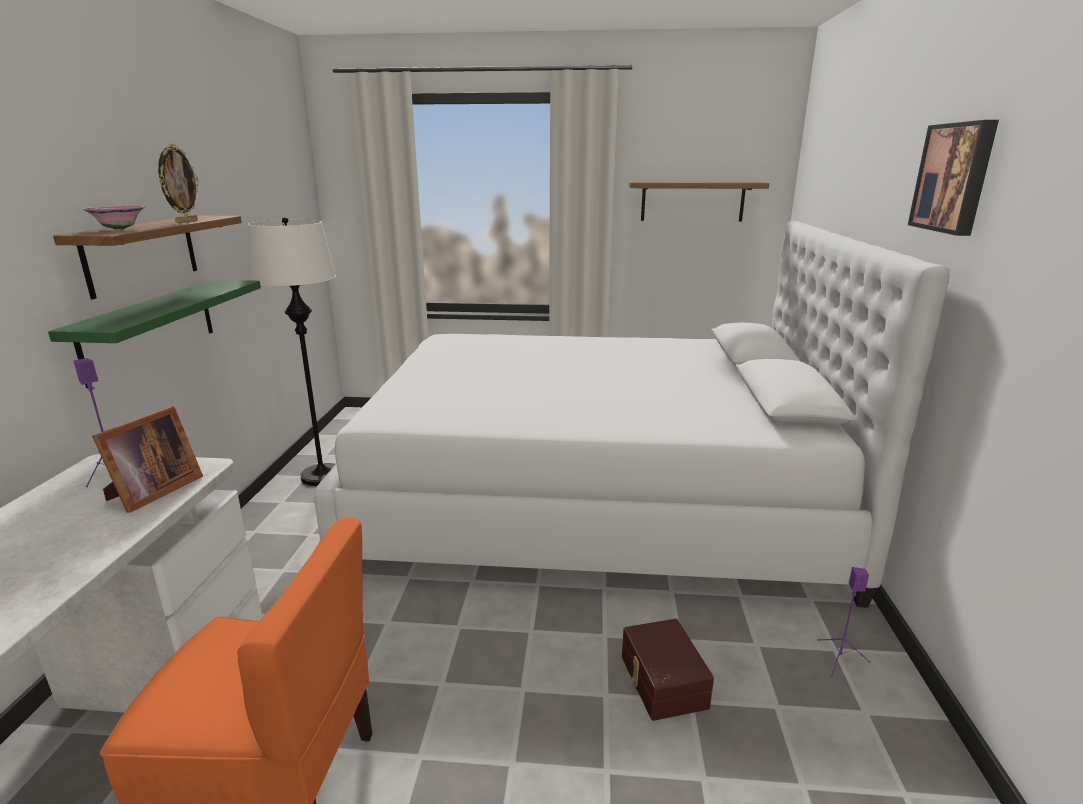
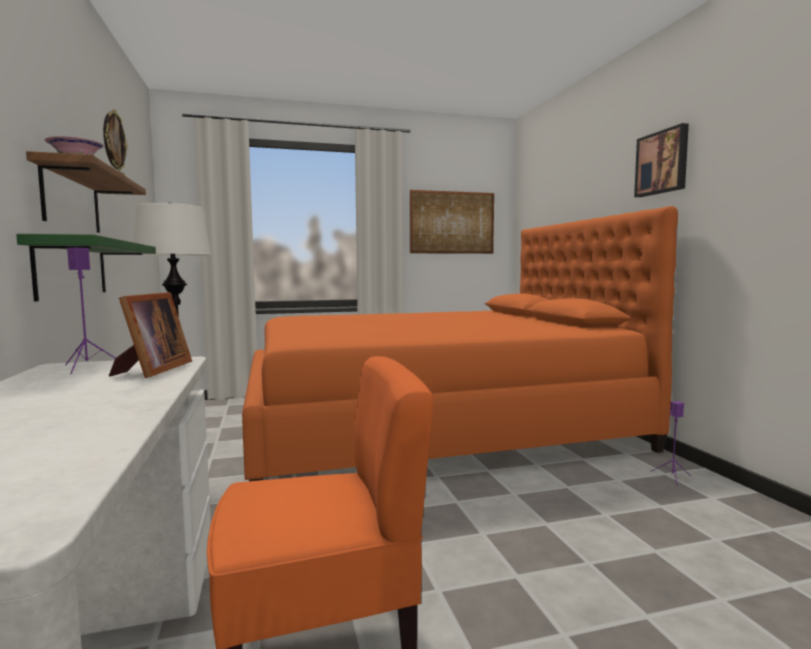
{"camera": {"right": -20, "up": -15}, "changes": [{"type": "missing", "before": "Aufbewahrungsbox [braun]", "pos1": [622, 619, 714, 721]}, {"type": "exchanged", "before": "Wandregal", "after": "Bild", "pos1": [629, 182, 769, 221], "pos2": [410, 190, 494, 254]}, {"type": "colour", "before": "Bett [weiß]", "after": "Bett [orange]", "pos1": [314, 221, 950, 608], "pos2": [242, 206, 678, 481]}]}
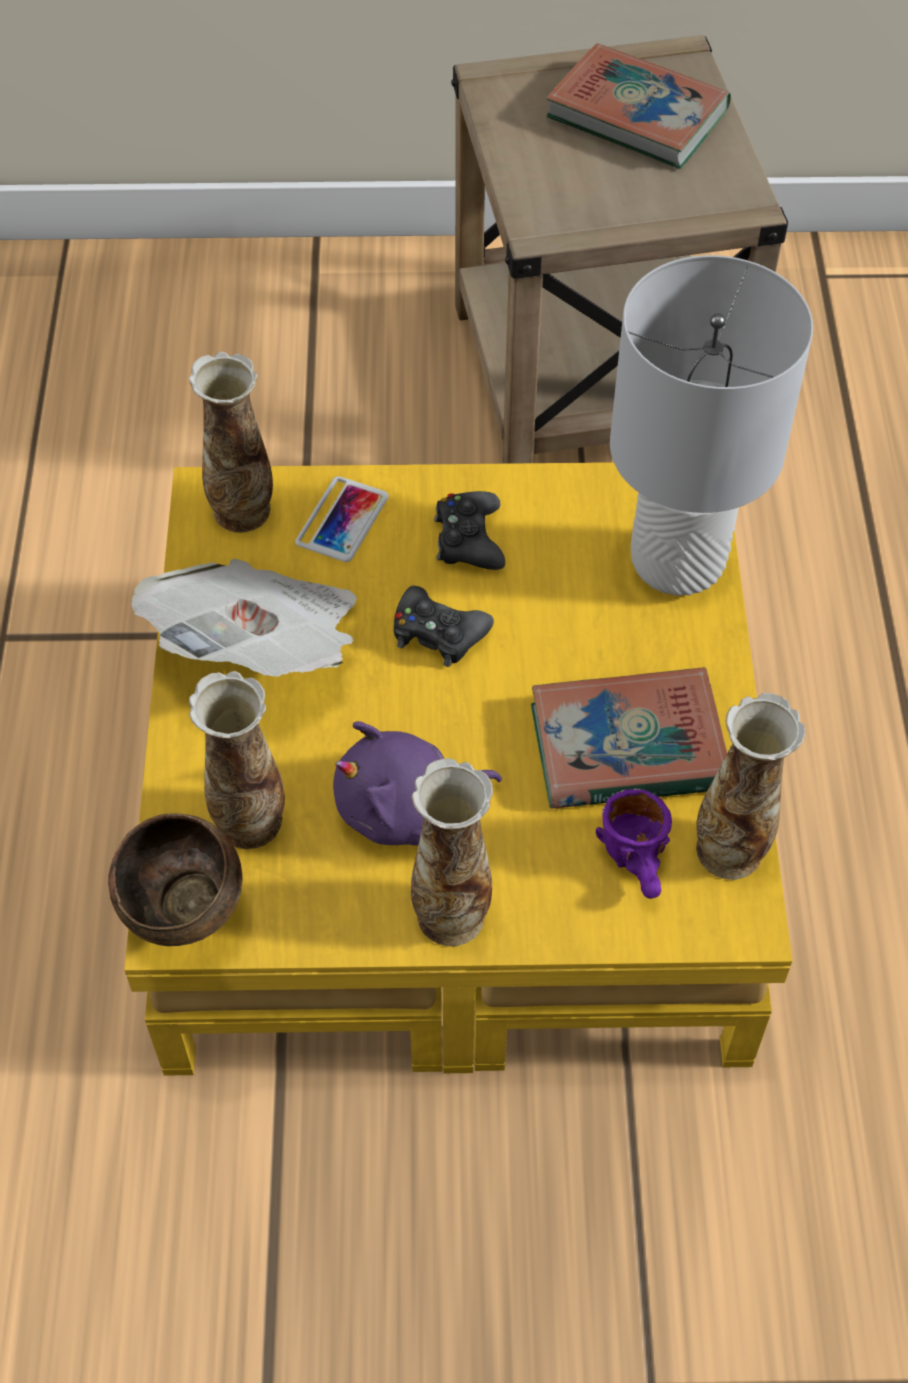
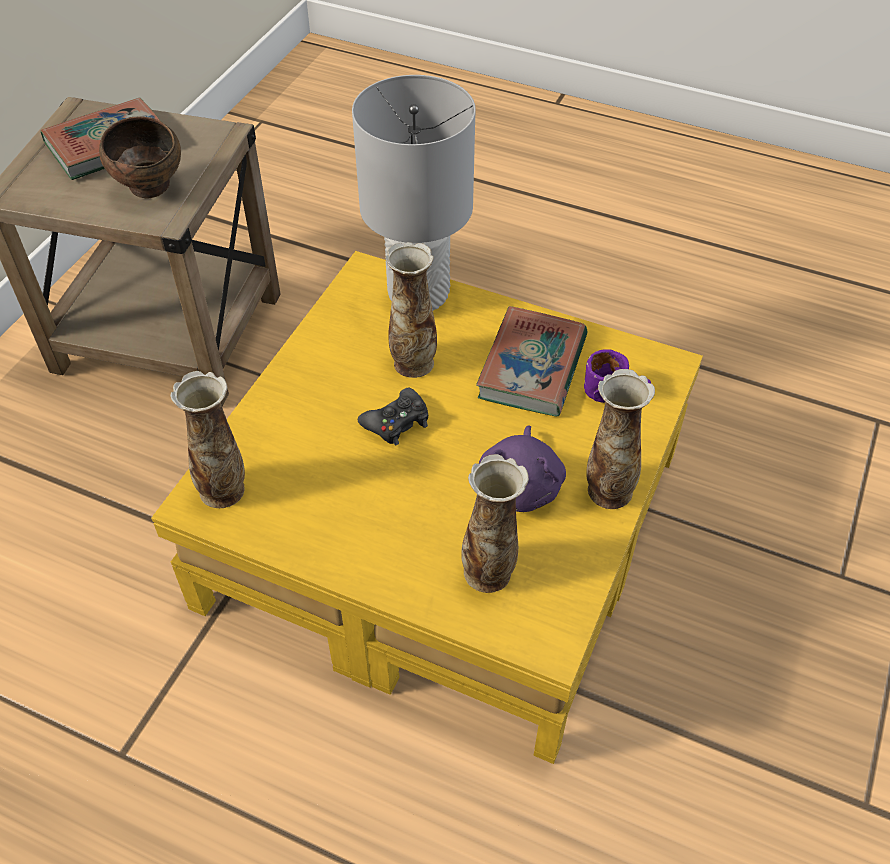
{"camera": {"right": -65, "up": -5}, "changes": [{"type": "missing", "before": "Zeitung", "pos1": [131, 559, 357, 677]}, {"type": "missing", "before": "Handy", "pos1": [295, 476, 389, 562]}, {"type": "missing", "before": "Gamepad [schwarz]", "pos1": [434, 491, 505, 570]}, {"type": "relocated", "before": "Schüssel [braun]", "pos1": [108, 813, 242, 946], "pos2": [99, 116, 181, 199]}, {"type": "relocated", "before": "Vase", "pos1": [696, 693, 806, 880], "pos2": [385, 242, 437, 378]}]}
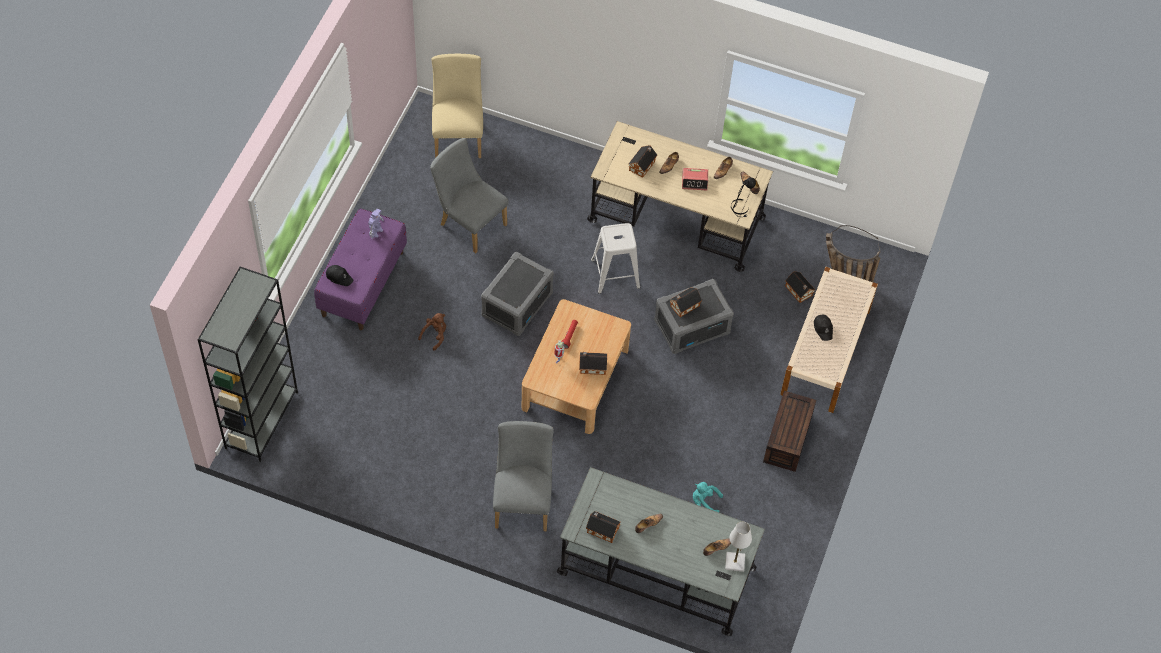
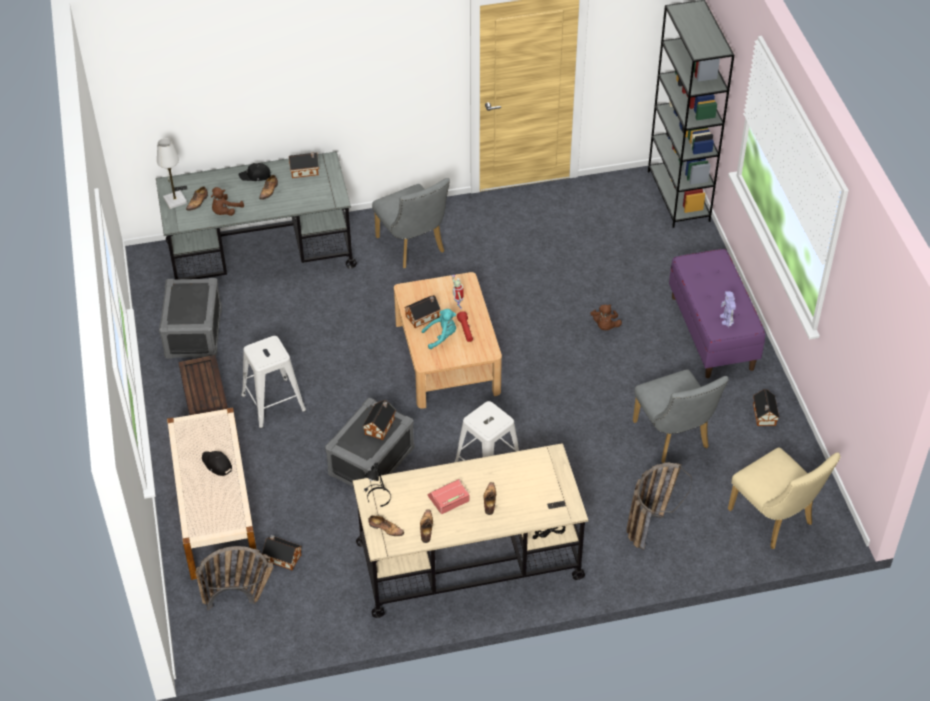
{"camera": {"right": 150, "up": -10}, "changes": [{"type": "appeared", "after": "Plüschtier [braun]", "pos2": [211, 187, 244, 216]}, {"type": "appeared", "after": "Hocker [weiß]", "pos2": [241, 336, 306, 428]}, {"type": "appeared", "after": "Korb", "pos2": [627, 462, 692, 550]}, {"type": "relocated", "before": "Kappe [schwarz]", "pos1": [326, 265, 353, 286], "pos2": [239, 163, 271, 181]}, {"type": "relocated", "before": "Aufbewahrungsbox [grau]", "pos1": [481, 252, 554, 336], "pos2": [159, 278, 222, 359]}, {"type": "relocated", "before": "Spielzeughaus", "pos1": [629, 145, 657, 178], "pos2": [753, 389, 779, 426]}, {"type": "relocated", "before": "Plüschtier [türkis]", "pos1": [693, 482, 723, 512], "pos2": [422, 309, 456, 349]}, {"type": "spun", "before": "Stuhl [grau]", "pos1": [430, 138, 508, 254], "pos2": [633, 369, 729, 463], "turn": 60}]}
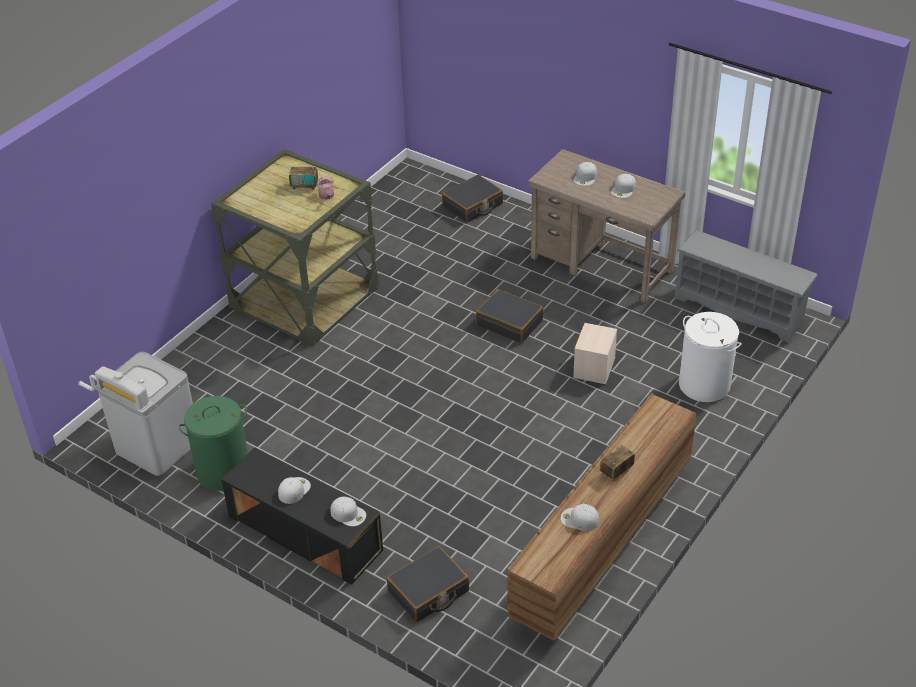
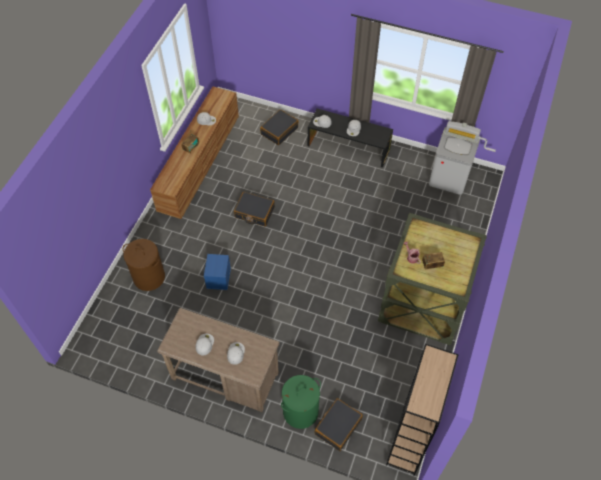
{"camera": {"right": 165, "up": 15}, "changes": [{"type": "missing", "before": "Schuhregal [grau]", "pos1": [675, 230, 818, 343]}, {"type": "appeared", "after": "Bücherregal [beige]", "pos2": [386, 344, 459, 476]}, {"type": "relocated", "before": "Wäschekorb [grün]", "pos1": [179, 396, 248, 491], "pos2": [281, 375, 321, 429]}, {"type": "relocated", "before": "Koffer [schwarz]", "pos1": [476, 289, 544, 343], "pos2": [234, 192, 275, 227]}, {"type": "colour", "before": "Aufbewahrungsbox [beige]", "after": "Aufbewahrungsbox [blau]", "pos1": [573, 323, 617, 384], "pos2": [204, 254, 231, 290]}, {"type": "colour", "before": "Wäschekorb [weiß]", "after": "Wäschekorb [braun]", "pos1": [679, 312, 742, 402], "pos2": [123, 239, 165, 291]}]}
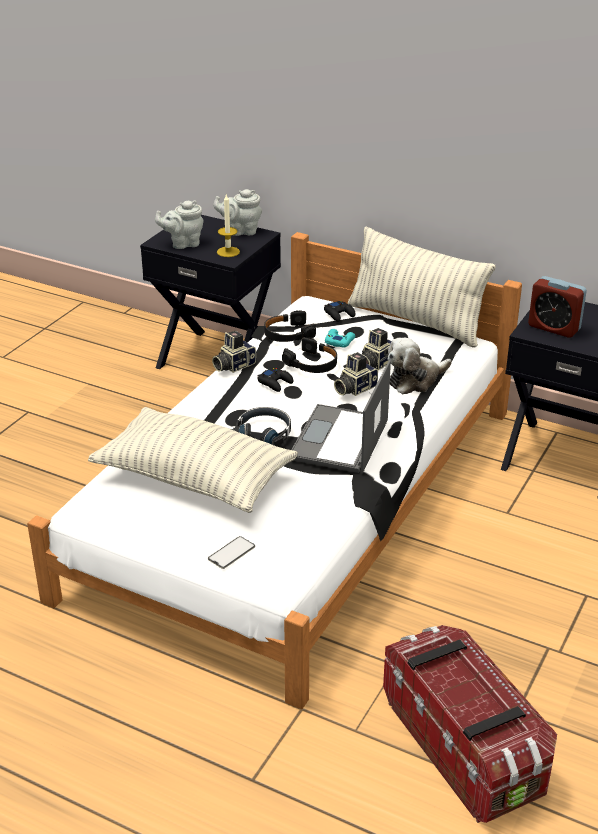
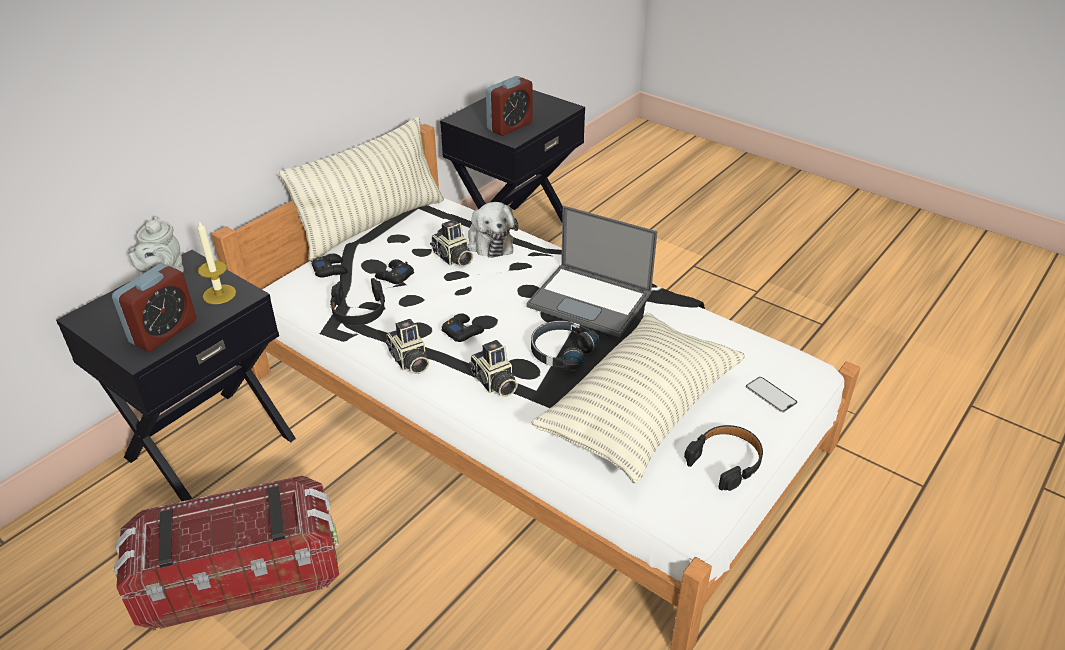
{"camera": {"right": -80, "up": 5}, "changes": [{"type": "relocated", "before": "Kopfhörer [schwarz]", "pos1": [282, 337, 337, 373], "pos2": [684, 425, 763, 491]}, {"type": "relocated", "before": "Kamera", "pos1": [334, 353, 378, 396], "pos2": [469, 340, 518, 397]}, {"type": "relocated", "before": "Aufbewahrungsbox", "pos1": [383, 625, 557, 823], "pos2": [114, 476, 339, 631]}, {"type": "exchanged", "before": "Teekanne [grau]", "after": "Wecker", "pos1": [155, 201, 204, 249], "pos2": [112, 264, 196, 352]}, {"type": "colour", "before": "Gamepad [türkis]", "after": "Gamepad [schwarz]", "pos1": [325, 329, 355, 347], "pos2": [375, 259, 414, 284]}]}
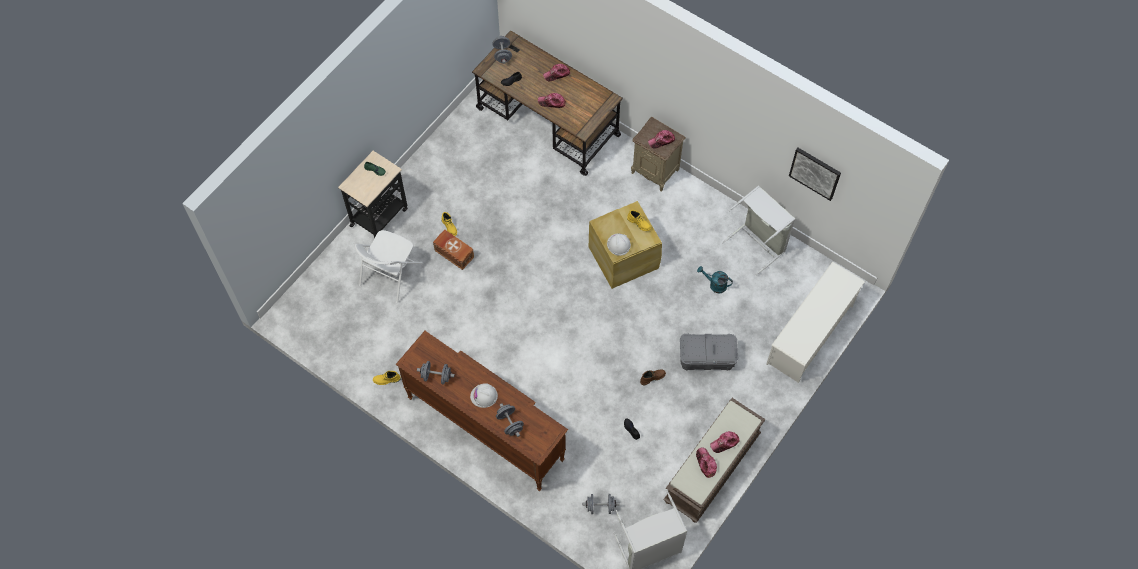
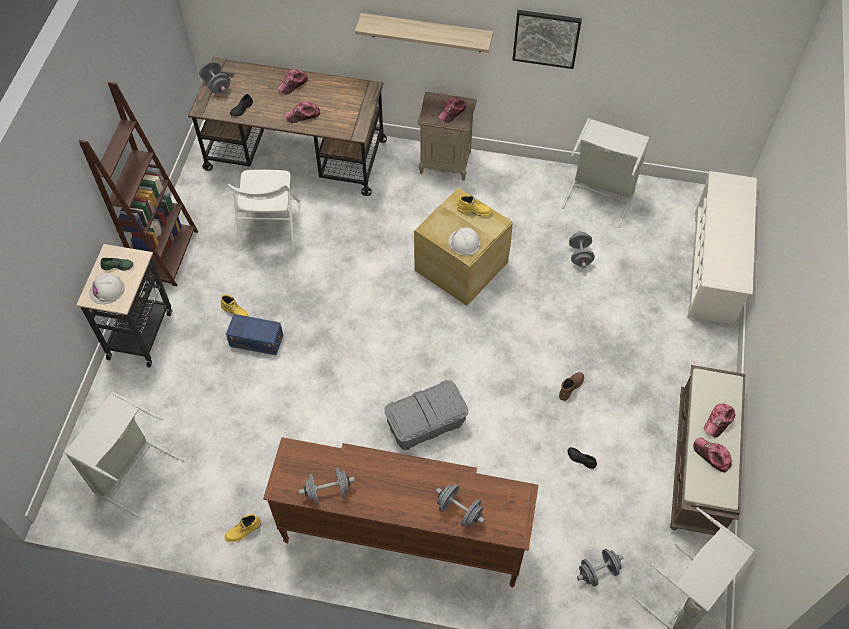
{"camera": {"right": -25, "up": -5}, "changes": [{"type": "appeared", "after": "Wäschekorb [grau]", "pos2": [64, 391, 184, 519]}, {"type": "appeared", "after": "Bücherregal [braun]", "pos2": [79, 82, 198, 286]}, {"type": "appeared", "after": "Wandregal", "pos2": [355, 13, 493, 53]}, {"type": "relocated", "before": "Stuhl [weiß]", "pos1": [355, 230, 423, 303], "pos2": [227, 170, 300, 250]}, {"type": "relocated", "before": "Schutzhelm [weiß]", "pos1": [470, 383, 498, 408], "pos2": [89, 273, 125, 304]}, {"type": "relocated", "before": "Aufbewahrungsbox [grau]", "pos1": [680, 334, 738, 371], "pos2": [385, 380, 468, 450]}, {"type": "relocated", "before": "Bild", "pos1": [789, 148, 841, 201], "pos2": [513, 10, 582, 69]}, {"type": "exchanged", "before": "Gießkanne [türkis]", "after": "Hantel [grau]", "pos1": [697, 266, 733, 293], "pos2": [569, 231, 595, 268]}, {"type": "colour", "before": "Aufbewahrungsbox [braun]", "after": "Aufbewahrungsbox [blau]", "pos1": [433, 229, 474, 270], "pos2": [226, 314, 283, 355]}]}
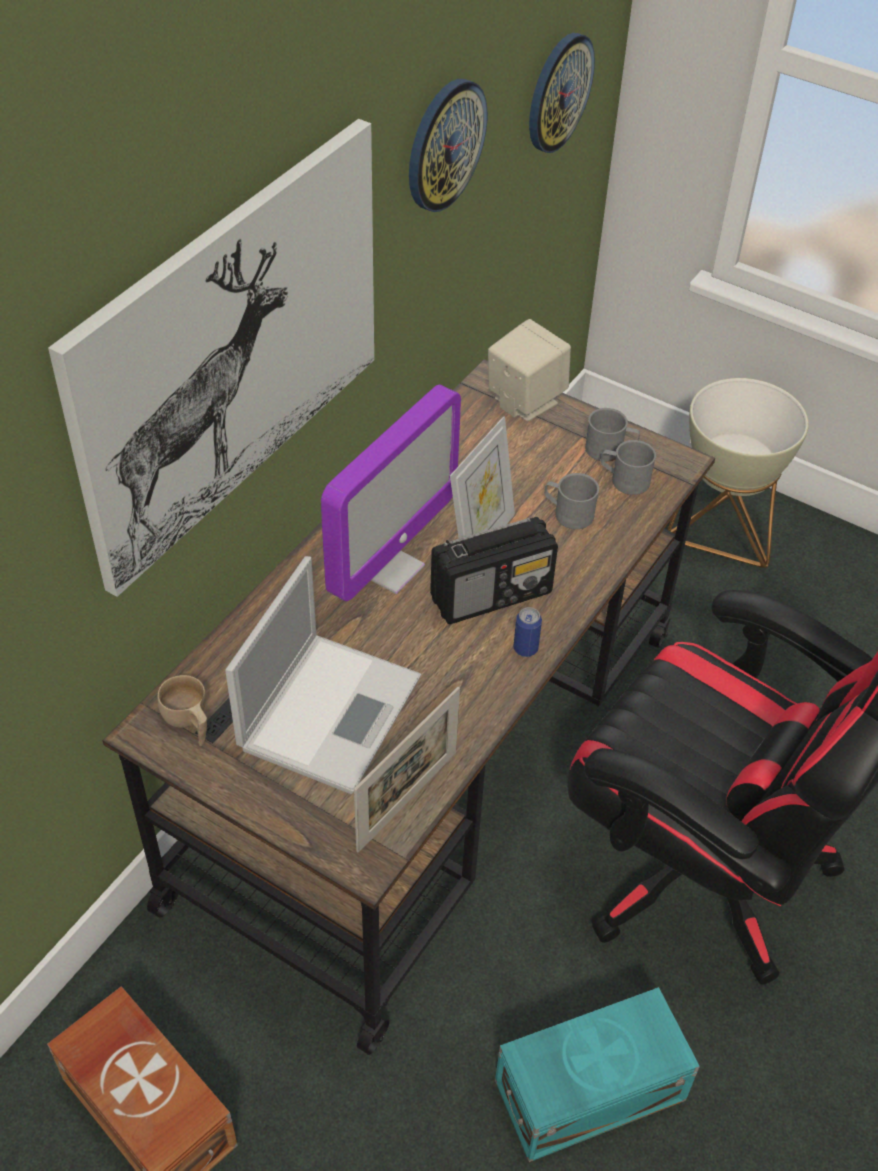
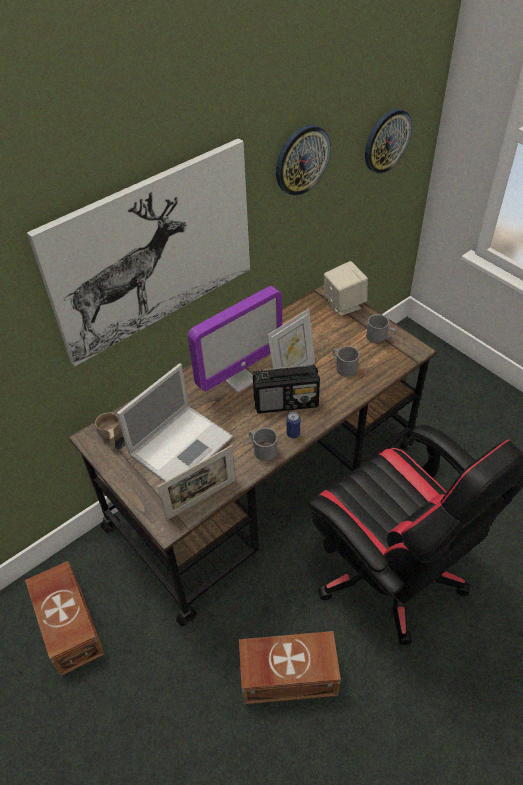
{"camera": {"right": 20, "up": 0}, "changes": [{"type": "missing", "before": "Pflanzkübel", "pos1": [668, 378, 809, 568]}, {"type": "relocated", "before": "Henkelbecher [grau]", "pos1": [601, 440, 656, 495], "pos2": [249, 427, 278, 461]}, {"type": "colour", "before": "Aufbewahrungsbox [türkis]", "after": "Aufbewahrungsbox [braun]", "pos1": [495, 987, 700, 1162], "pos2": [239, 631, 341, 705]}]}
